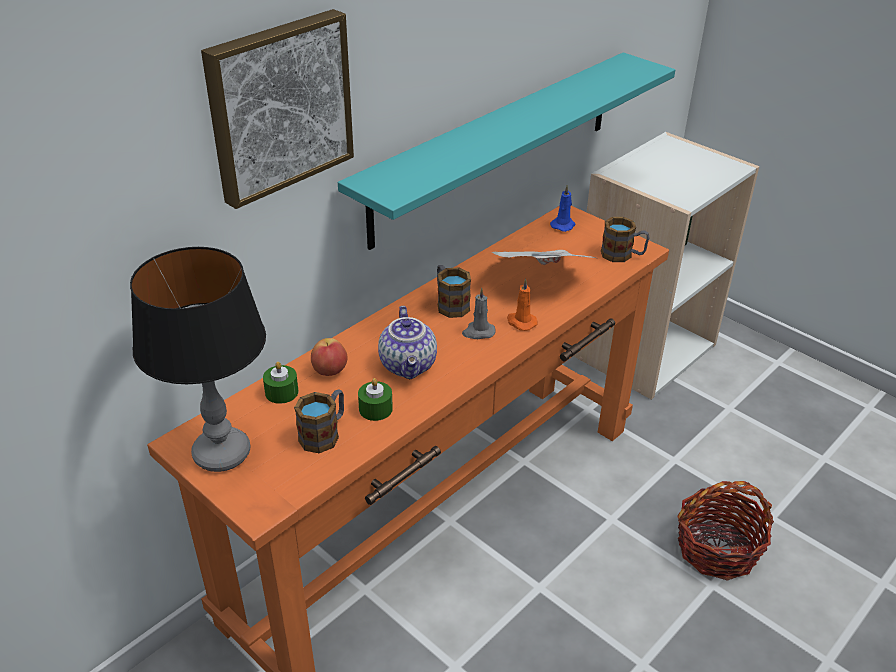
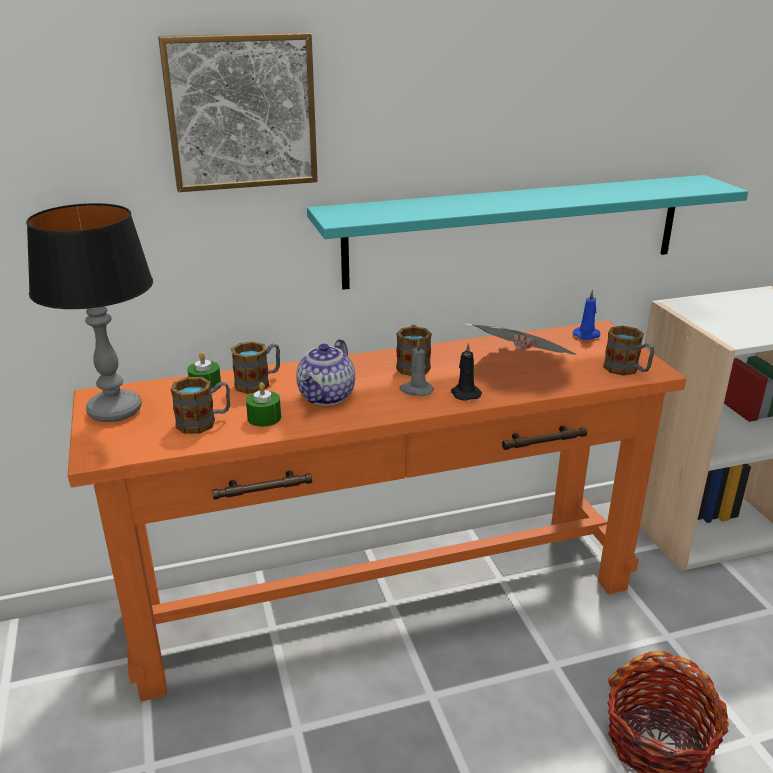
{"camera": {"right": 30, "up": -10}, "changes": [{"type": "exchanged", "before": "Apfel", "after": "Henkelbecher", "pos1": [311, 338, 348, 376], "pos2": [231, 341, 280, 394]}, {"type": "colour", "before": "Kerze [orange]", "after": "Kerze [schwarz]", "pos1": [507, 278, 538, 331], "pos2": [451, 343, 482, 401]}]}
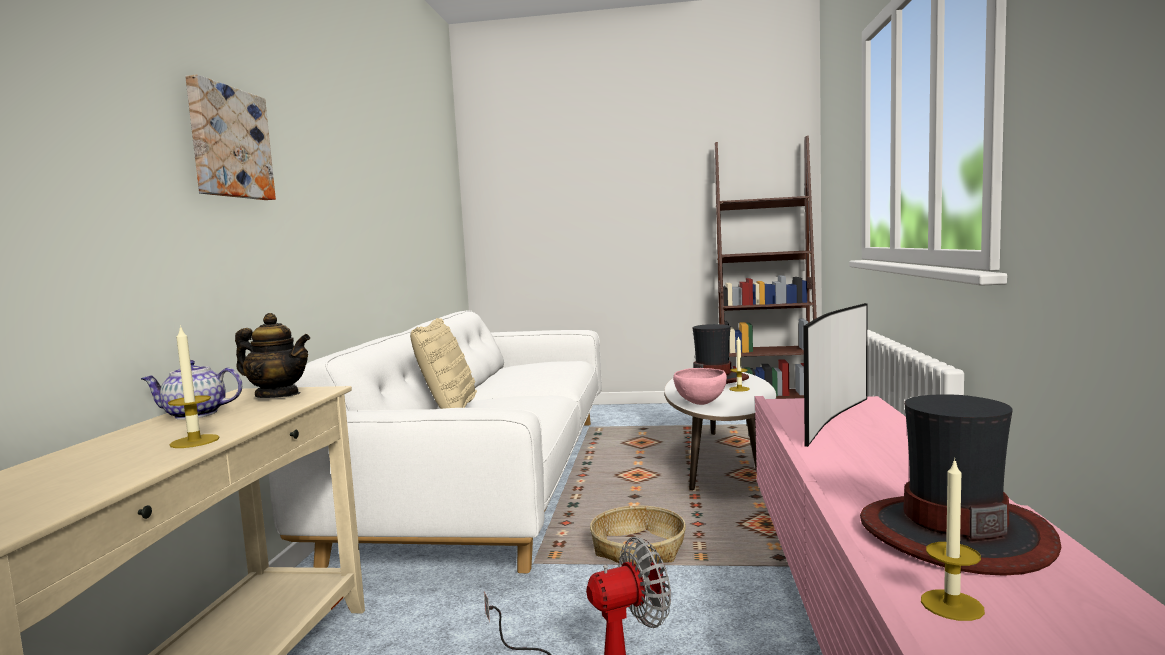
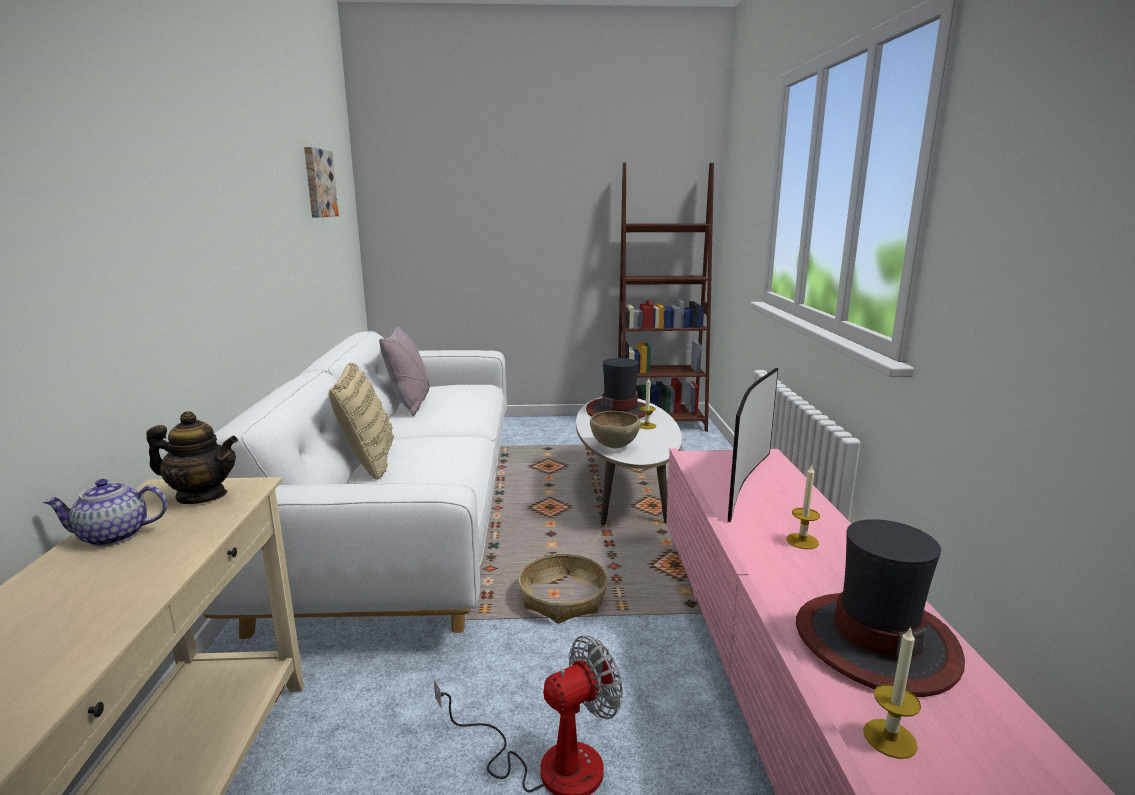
{"camera": {"right": -10, "up": 10}, "changes": [{"type": "appeared", "after": "Kissen [lila]", "pos2": [379, 325, 430, 416]}, {"type": "relocated", "before": "Kerze", "pos1": [168, 325, 220, 448], "pos2": [786, 465, 820, 549]}, {"type": "relocated", "before": "Bild", "pos1": [185, 75, 276, 200], "pos2": [304, 147, 339, 218]}, {"type": "colour", "before": "Schüssel [rosa]", "after": "Schüssel [braun]", "pos1": [673, 368, 727, 405], "pos2": [590, 411, 641, 448]}]}
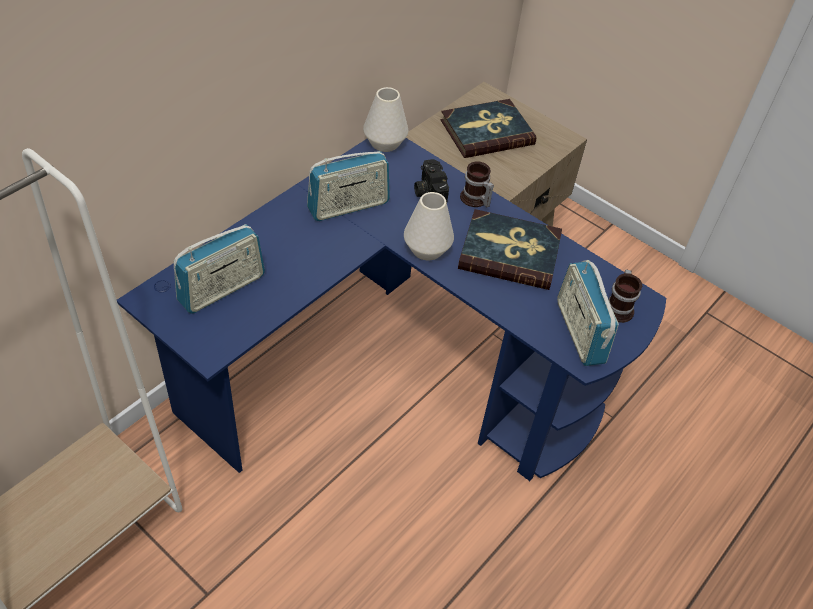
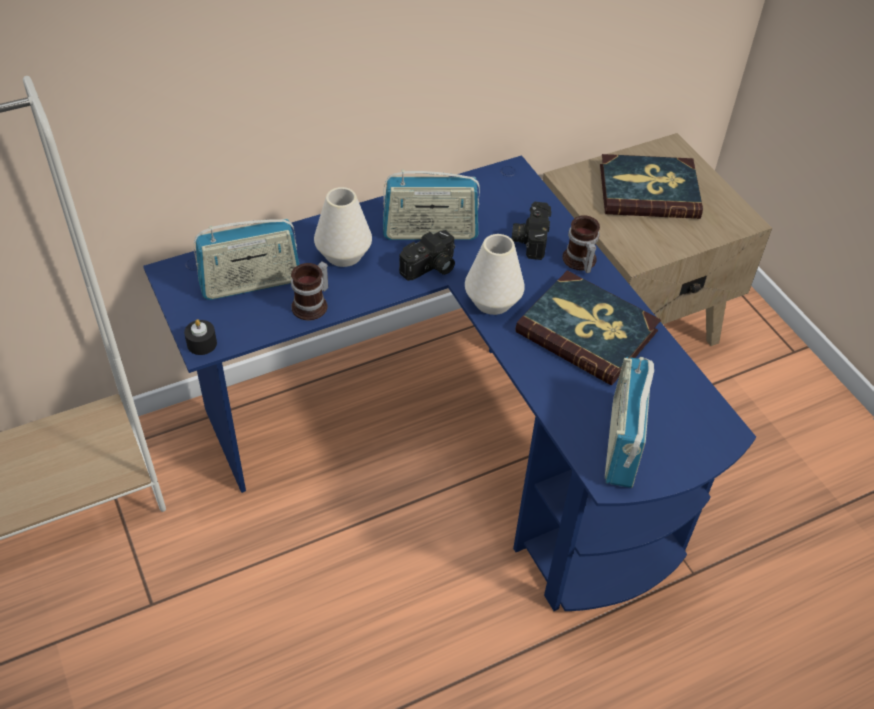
{"camera": {"right": 25, "up": 0}, "changes": [{"type": "appeared", "after": "Kerze [schwarz]", "pos2": [184, 319, 217, 355]}, {"type": "appeared", "after": "Kamera", "pos2": [399, 230, 455, 281]}, {"type": "relocated", "before": "Vase [weiß]", "pos1": [363, 87, 408, 152], "pos2": [314, 187, 372, 267]}, {"type": "relocated", "before": "Henkelbecher", "pos1": [609, 269, 642, 323], "pos2": [291, 261, 328, 321]}]}
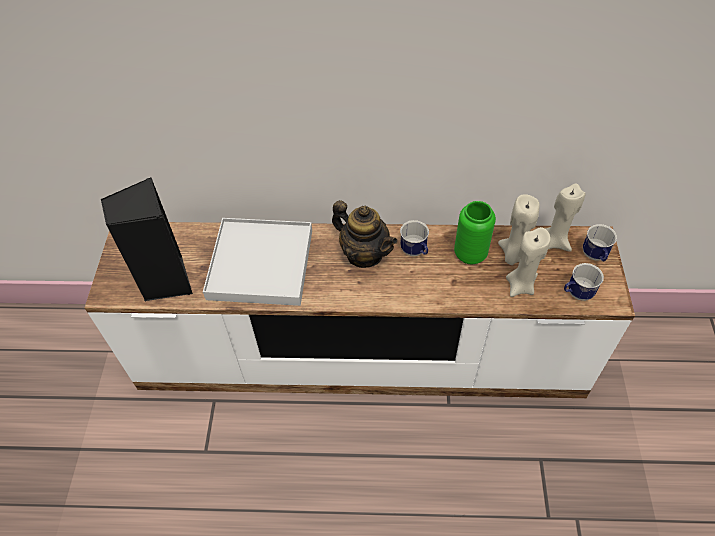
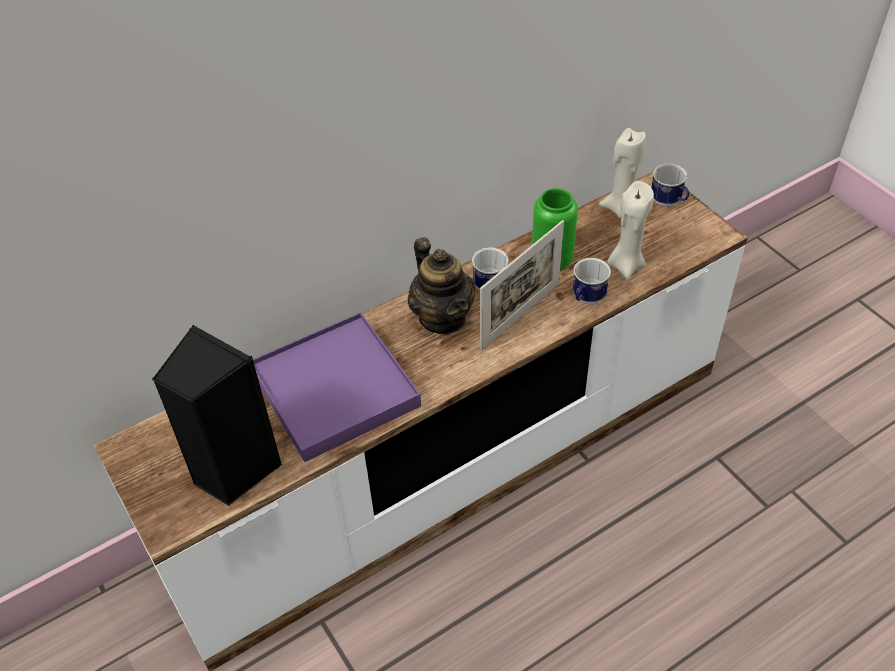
{"camera": {"right": -35, "up": -5}, "changes": [{"type": "missing", "before": "Kerze [beige]", "pos1": [498, 194, 540, 265]}, {"type": "appeared", "after": "Bilderrahmen", "pos2": [480, 220, 564, 350]}, {"type": "relocated", "before": "Henkelbecher", "pos1": [564, 263, 604, 301], "pos2": [573, 258, 611, 304]}, {"type": "colour", "before": "Tablett [weiß]", "after": "Tablett [lila]", "pos1": [203, 218, 312, 306], "pos2": [253, 312, 421, 462]}, {"type": "spun", "before": "Teekanne", "pos1": [332, 200, 398, 268], "pos2": [408, 237, 476, 334], "turn": 60}]}
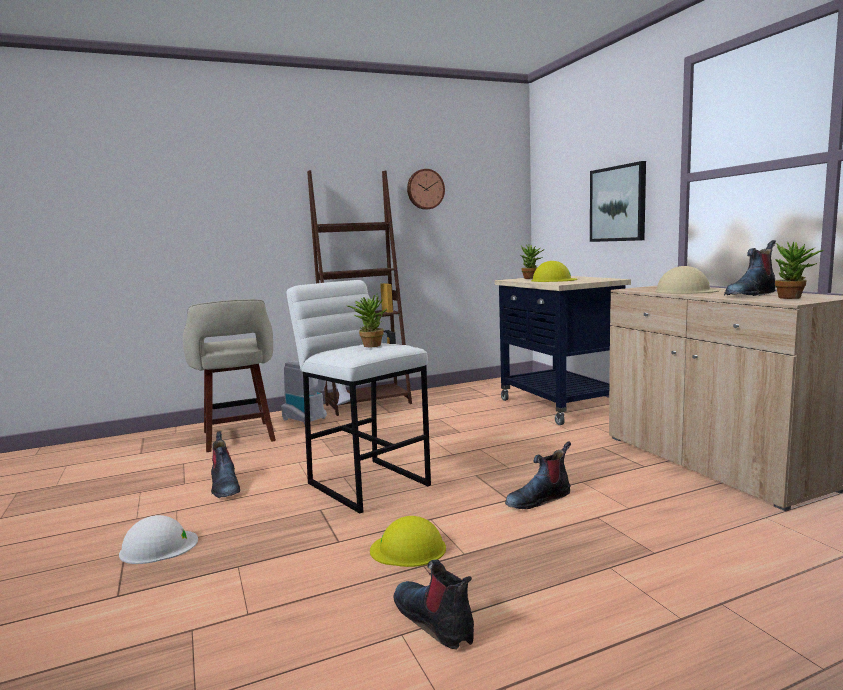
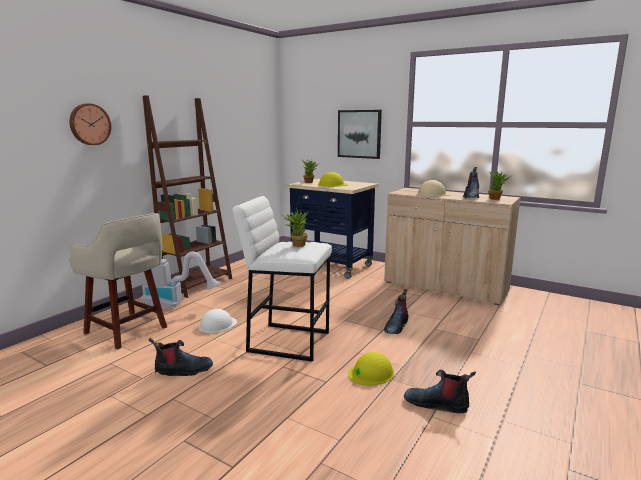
{"camera": {"right": -35, "up": 5}, "changes": [{"type": "relocated", "before": "Schutzhelm [weiß]", "pos1": [119, 515, 198, 564], "pos2": [199, 309, 237, 333]}, {"type": "relocated", "before": "Wanduhr", "pos1": [407, 169, 445, 210], "pos2": [69, 103, 111, 145]}, {"type": "spun", "before": "Stiefel", "pos1": [211, 431, 240, 498], "pos2": [149, 338, 213, 376], "turn": -45}]}
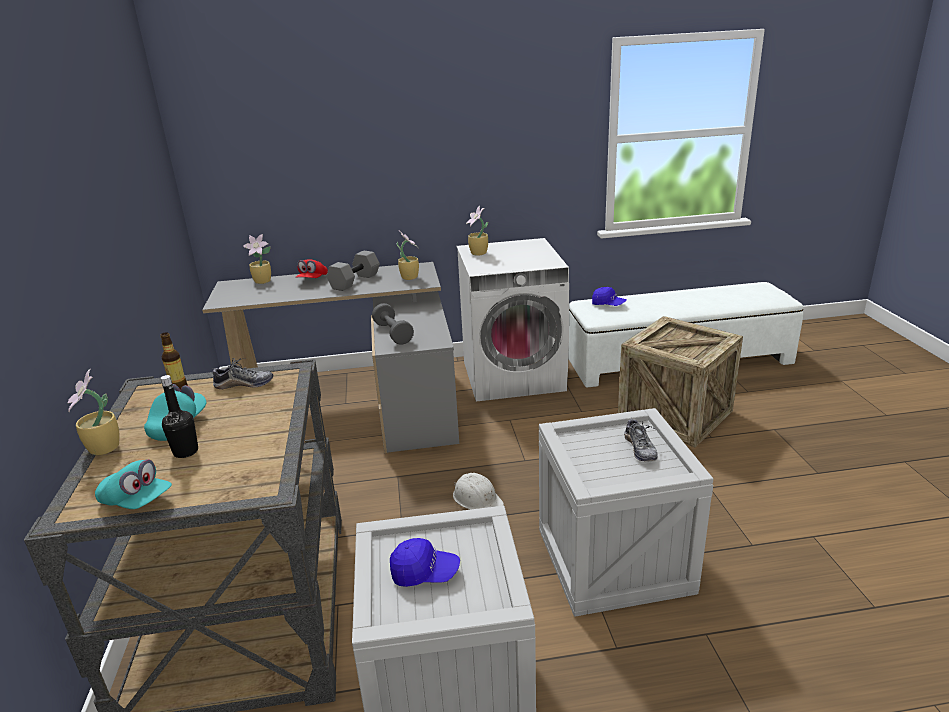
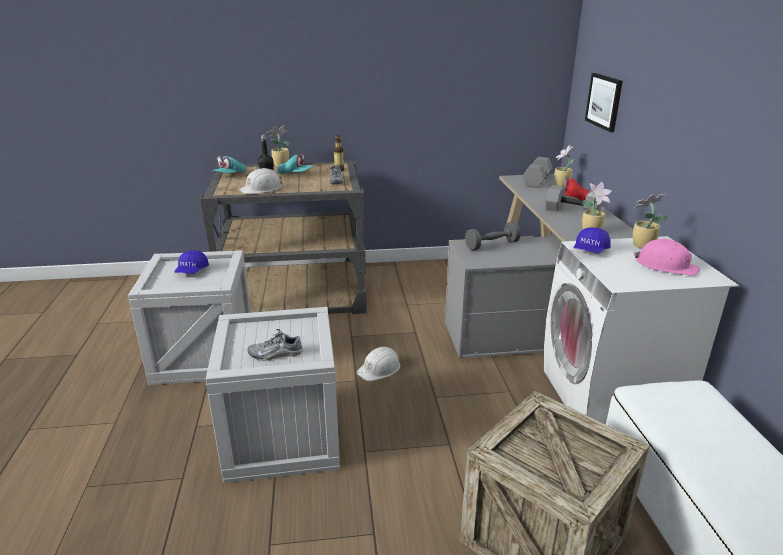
{"camera": {"right": 90, "up": 0}, "changes": [{"type": "appeared", "after": "Schutzhelm [weiß]", "pos2": [239, 168, 282, 194]}, {"type": "appeared", "after": "Hantel [grau]", "pos2": [523, 157, 553, 188]}, {"type": "appeared", "after": "Bild", "pos2": [585, 73, 623, 132]}, {"type": "appeared", "after": "Schutzhelm [rosa]", "pos2": [634, 239, 700, 276]}, {"type": "relocated", "before": "Kappe [blau]", "pos1": [592, 287, 627, 306], "pos2": [574, 227, 611, 254]}]}
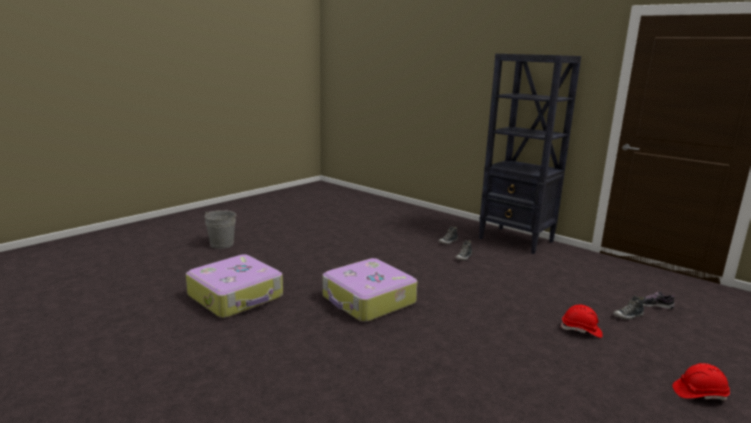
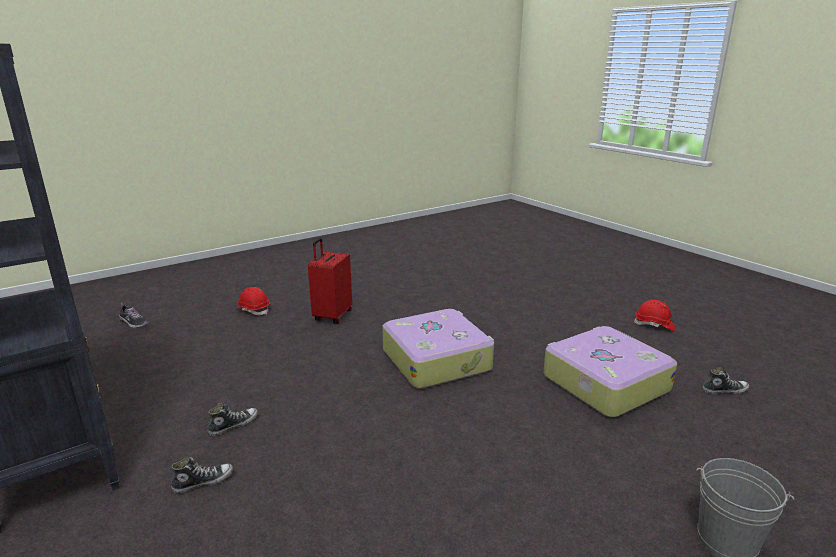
{"camera": {"right": -165, "up": 5}, "changes": [{"type": "appeared", "after": "Koffer [rot]", "pos2": [308, 238, 352, 324]}, {"type": "relocated", "before": "Schuh", "pos1": [613, 295, 644, 320], "pos2": [702, 367, 749, 394]}, {"type": "relocated", "before": "Schutzhelm [rot]", "pos1": [673, 363, 730, 401], "pos2": [633, 300, 675, 331]}]}
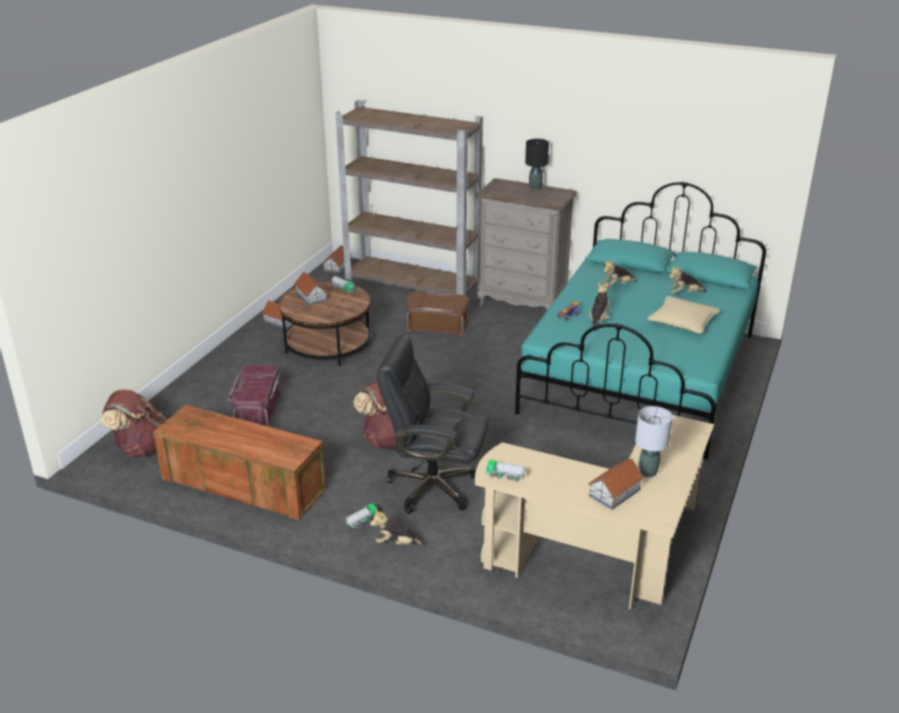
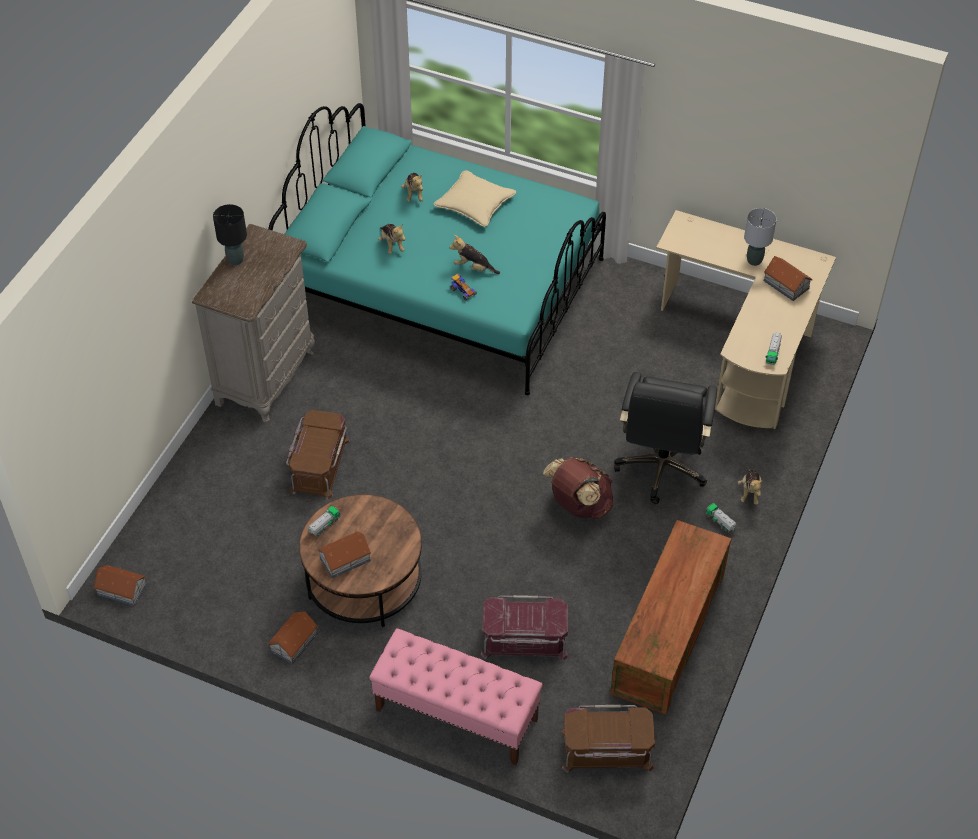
{"camera": {"right": -90, "up": 20}, "changes": [{"type": "missing", "before": "Bücherregal [braun]", "pos1": [336, 100, 483, 296]}, {"type": "appeared", "after": "Bank [rosa]", "pos2": [369, 628, 543, 765]}, {"type": "exchanged", "before": "Rucksack [braun]", "after": "Aufbewahrungsbox [braun]", "pos1": [102, 389, 168, 457], "pos2": [561, 705, 655, 773]}]}
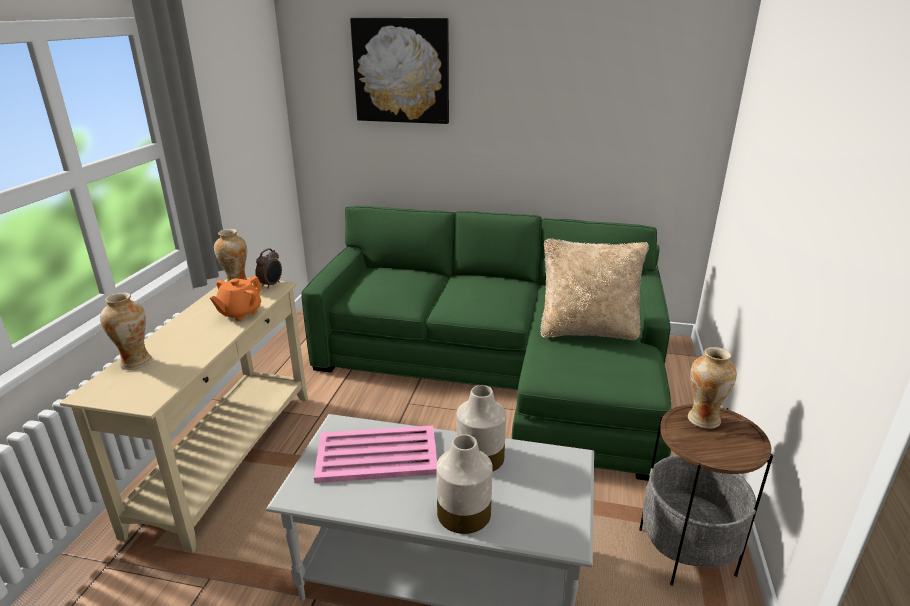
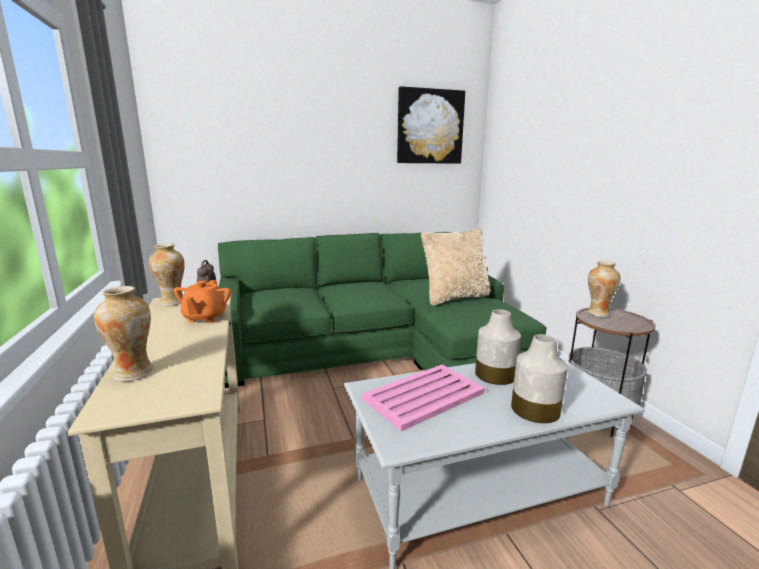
{"camera": {"right": -30, "up": -10}, "changes": [{"type": "relocated", "before": "Bild", "pos1": [350, 18, 449, 124], "pos2": [397, 86, 465, 164]}]}
